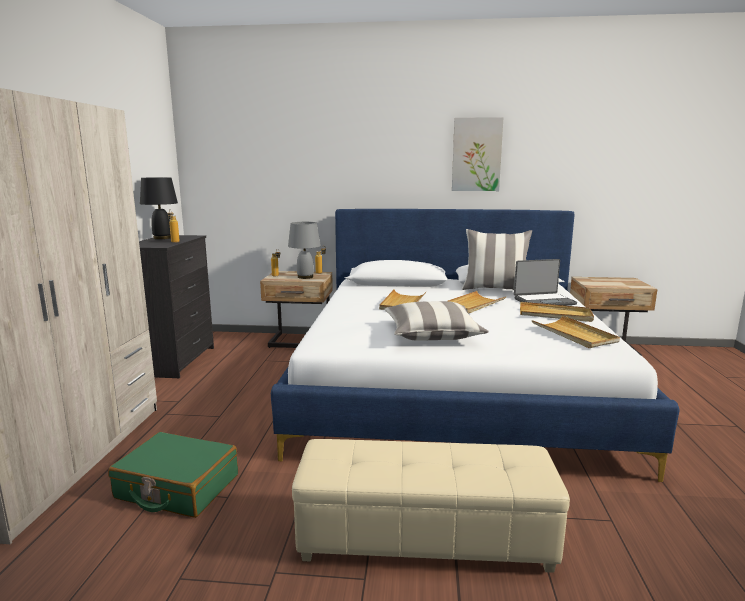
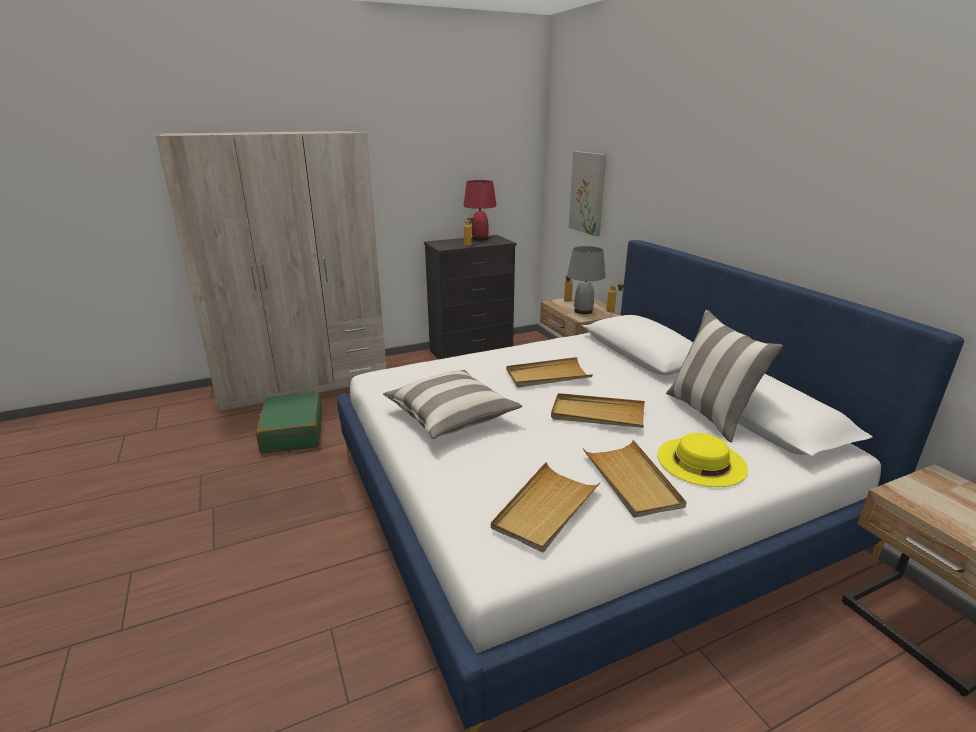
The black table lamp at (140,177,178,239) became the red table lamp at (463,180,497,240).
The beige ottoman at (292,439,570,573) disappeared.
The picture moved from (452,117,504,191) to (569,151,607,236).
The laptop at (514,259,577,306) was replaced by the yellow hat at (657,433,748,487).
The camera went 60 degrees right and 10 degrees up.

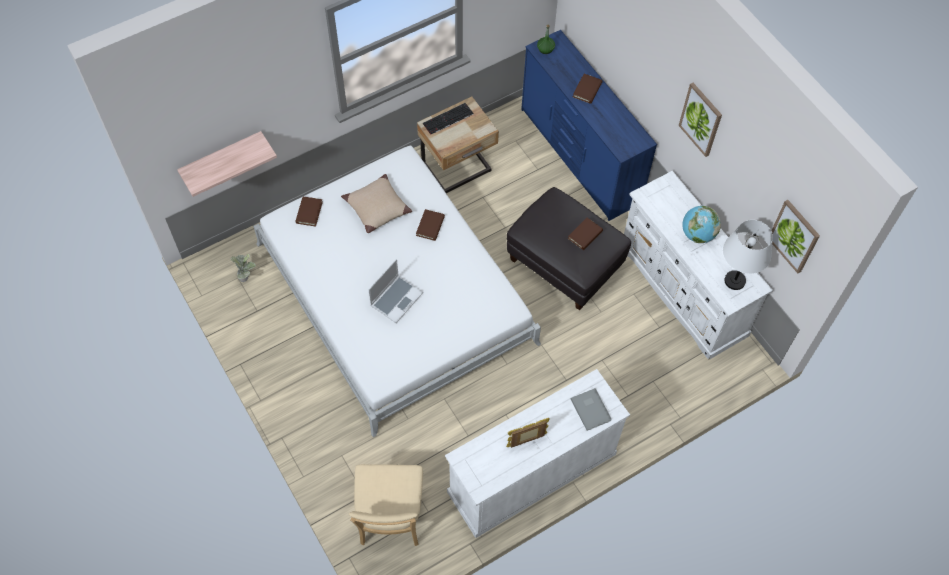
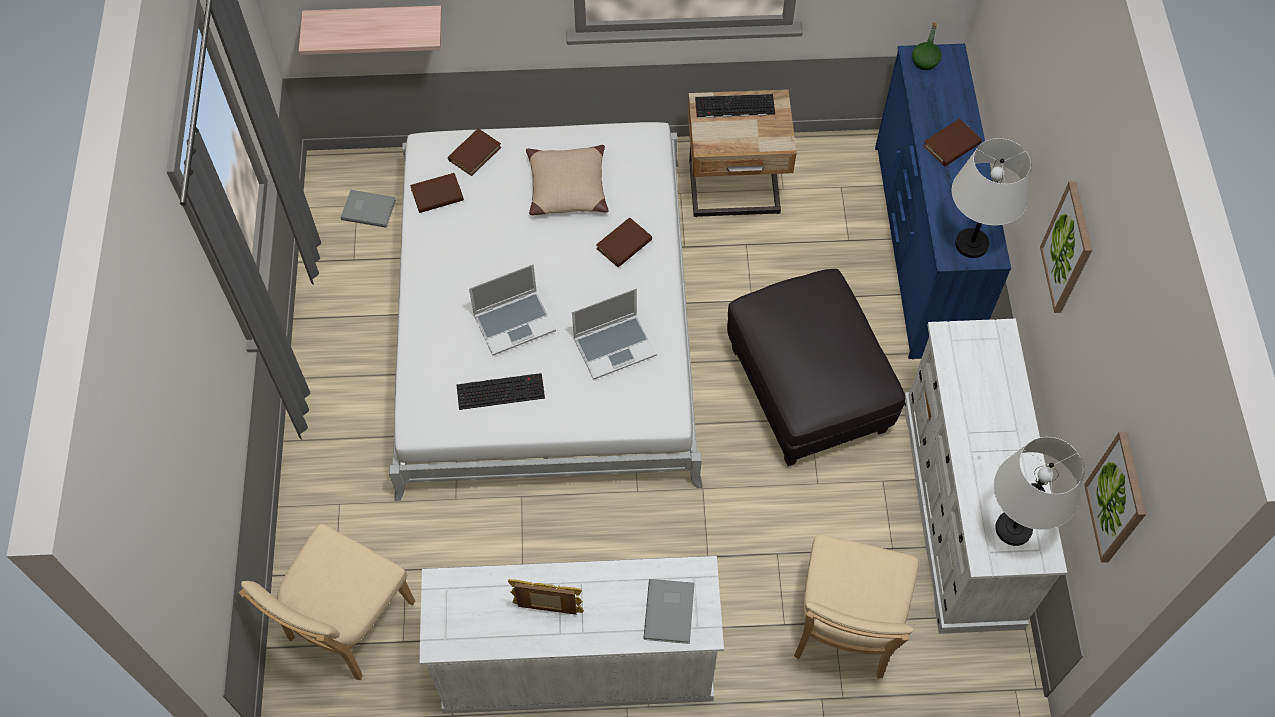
The potted plant at (230,254,256,282) was replaced by the grey book at (341,190,396,228).
The brown book moved from (568,218,603,250) to (410,173,464,213).
The globe at (682,206,721,243) disappeared.
The keyboard at (457,373,545,410) appeared.
The laptop at (572,288,657,380) appeared.
The beige chair at (794,534,919,679) appeared.
The white table lamp at (952,138,1031,258) appeared.
The camera went 30 degrees right and 0 degrees up.

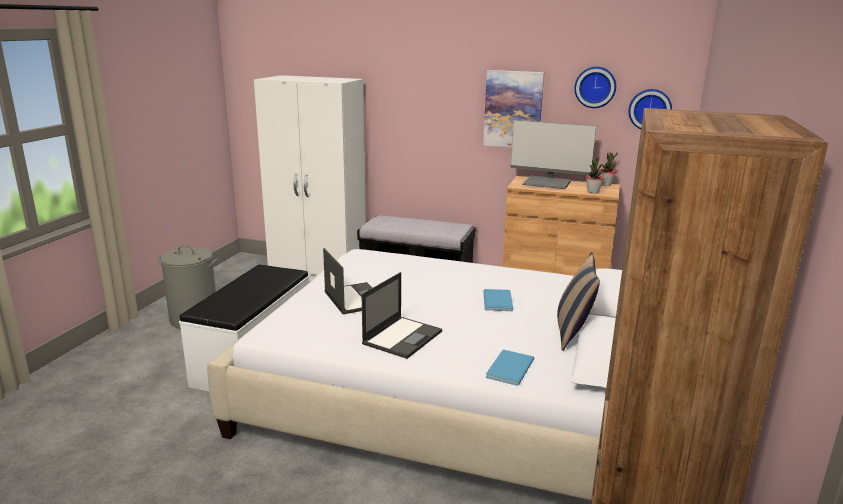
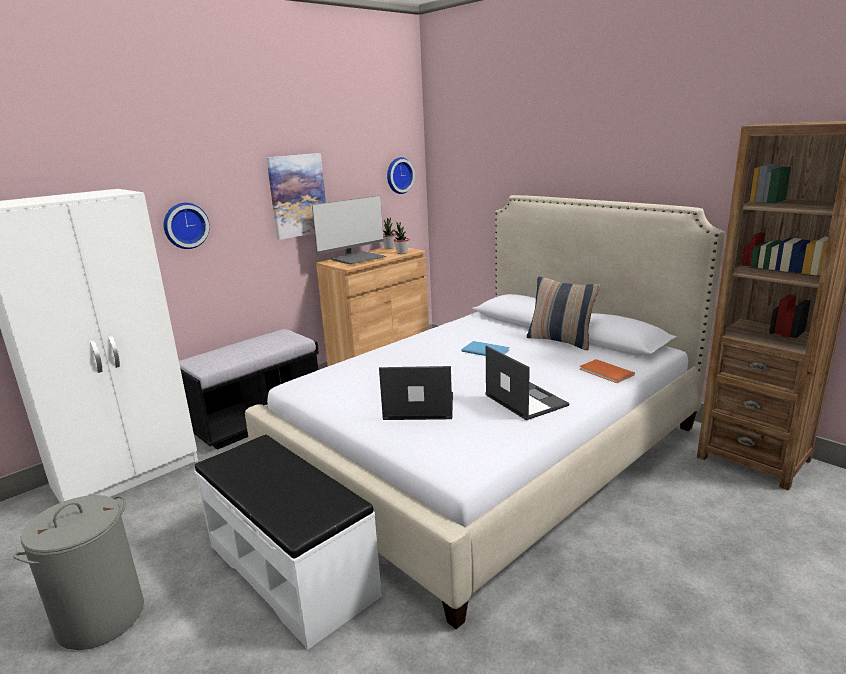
The blue book at (486,350,534,386) became the orange book at (580,359,635,383).
The wall clock moved from (574,67,616,108) to (164,203,210,249).
The camera went 60 degrees left and 0 degrees up.

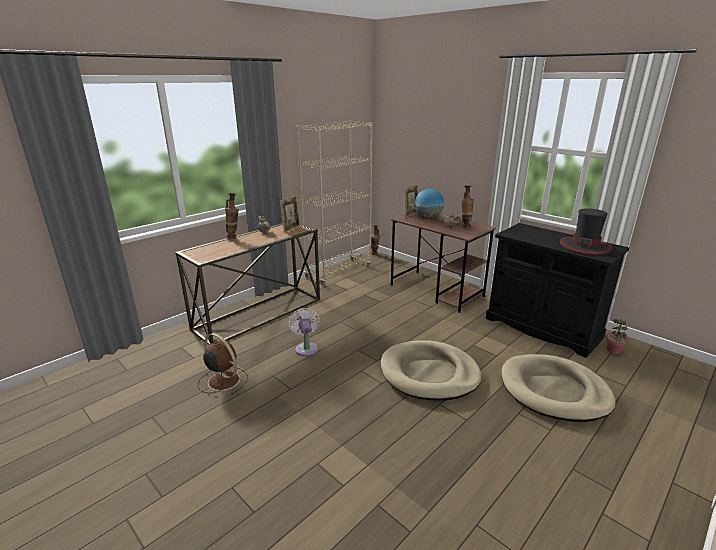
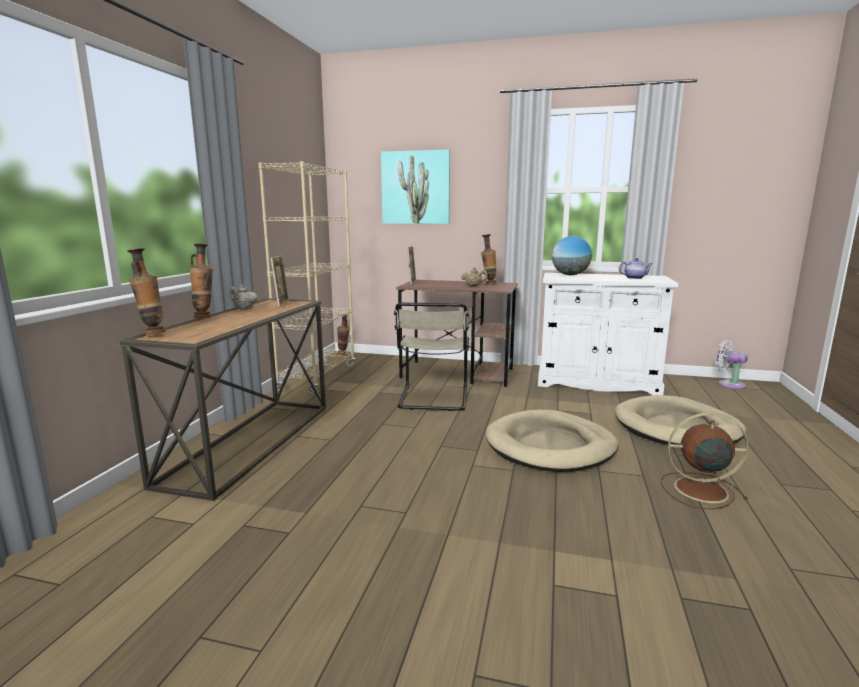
The brown fan moved from (198,333,248,395) to (661,413,748,510).
The white fan moved from (289,308,319,356) to (715,340,748,389).
The globe moved from (414,189,444,219) to (552,236,592,275).
The black cabinet at (486,223,629,358) became the white cabinet at (538,273,678,395).
The hat at (560,208,613,255) was replaced by the teapot at (619,258,653,279).
The potted plant at (606,319,628,354) disappeared.
The vase at (127,248,166,336) appeared.
The picture at (381,150,450,224) appeared.
The beige chair at (394,303,469,411) appeared.
The camera went 30 degrees left and 10 degrees down.

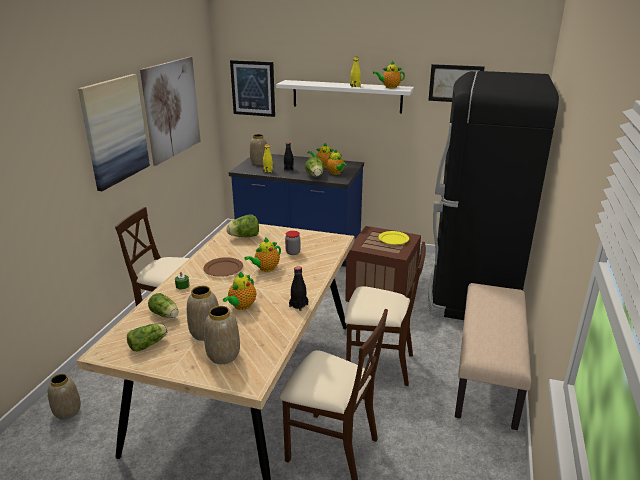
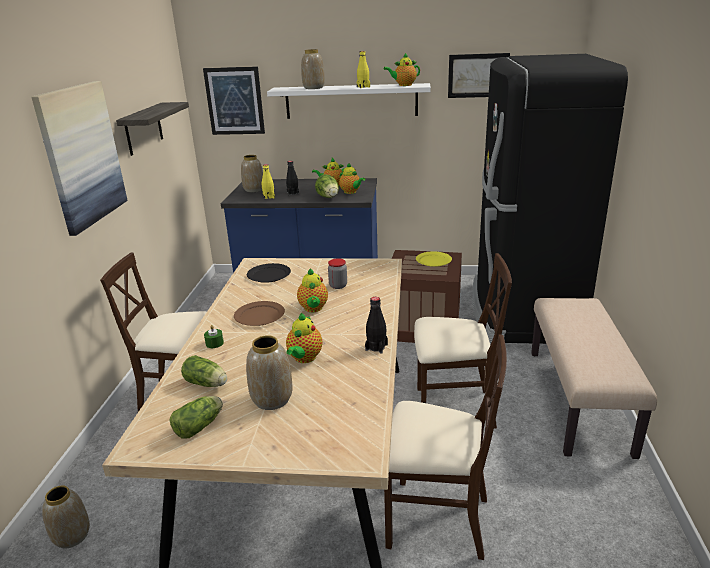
The picture at (140,57,201,166) was replaced by the shelf at (116,102,189,156).
The vase moved from (204,306,240,364) to (301,49,325,89).
The lettuce at (226,214,259,237) was replaced by the black plate at (247,263,291,283).
The teapot at (244,237,281,272) turned 45 degrees counterclockwise.
The camera went 10 degrees left and 0 degrees up.

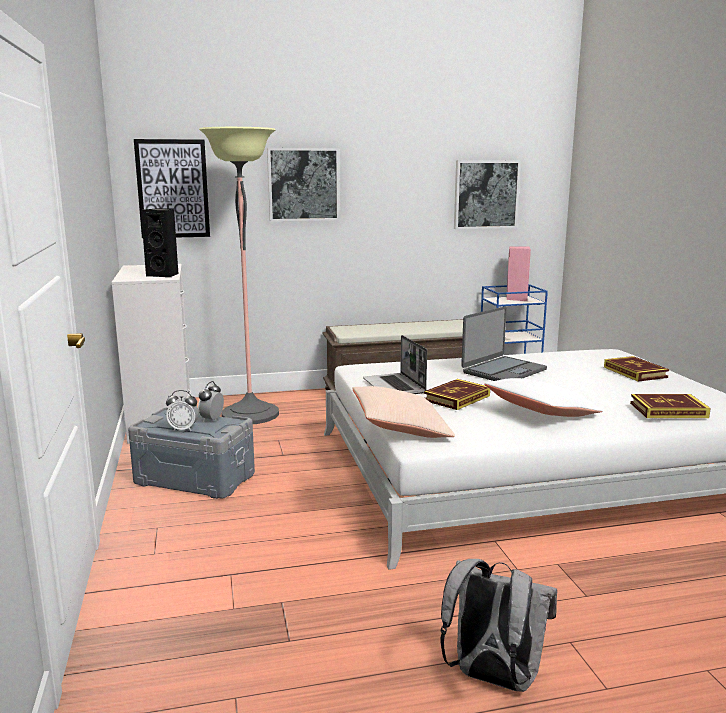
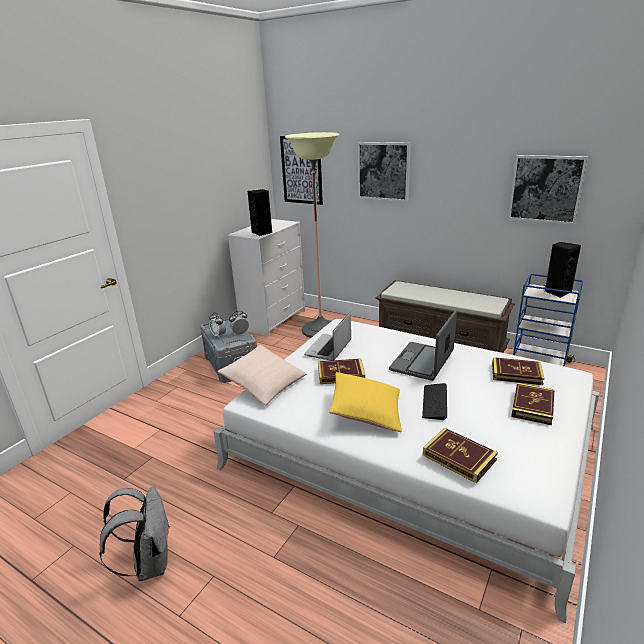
The laptop at (461,306,547,381) turned 120 degrees clockwise.
The white pillow at (484,378,603,417) became the yellow pillow at (329,372,402,432).
The pink speaker at (506,246,531,301) became the black speaker at (545,242,581,298).
The keyboard at (422,383,447,420) appeared.
The book at (492,357,544,385) appeared.
The camera went 45 degrees right and 10 degrees up.

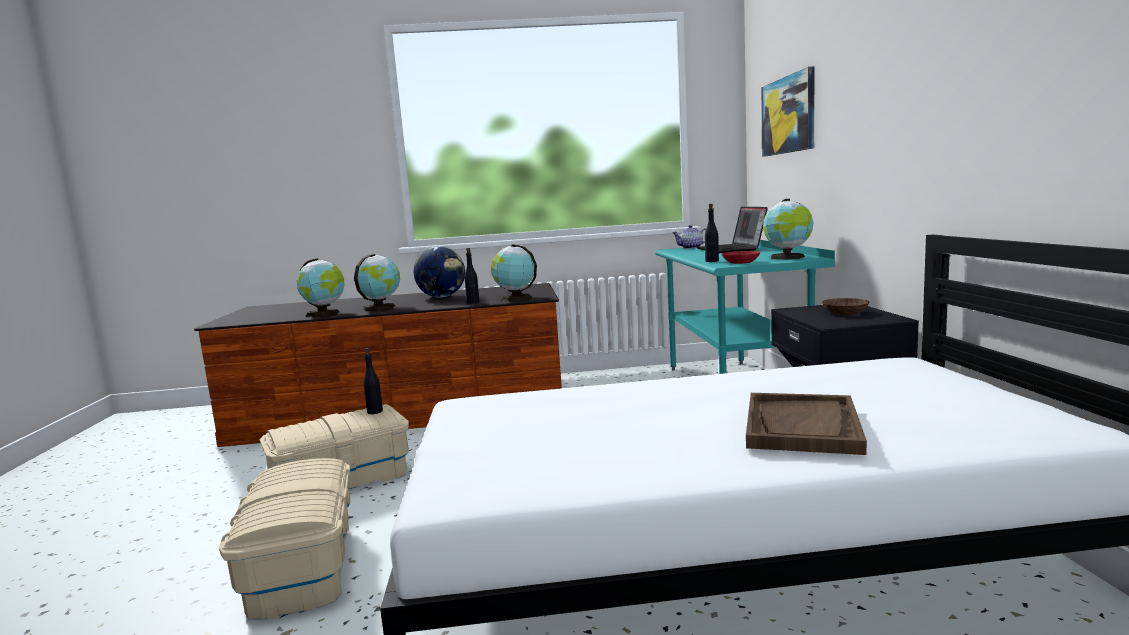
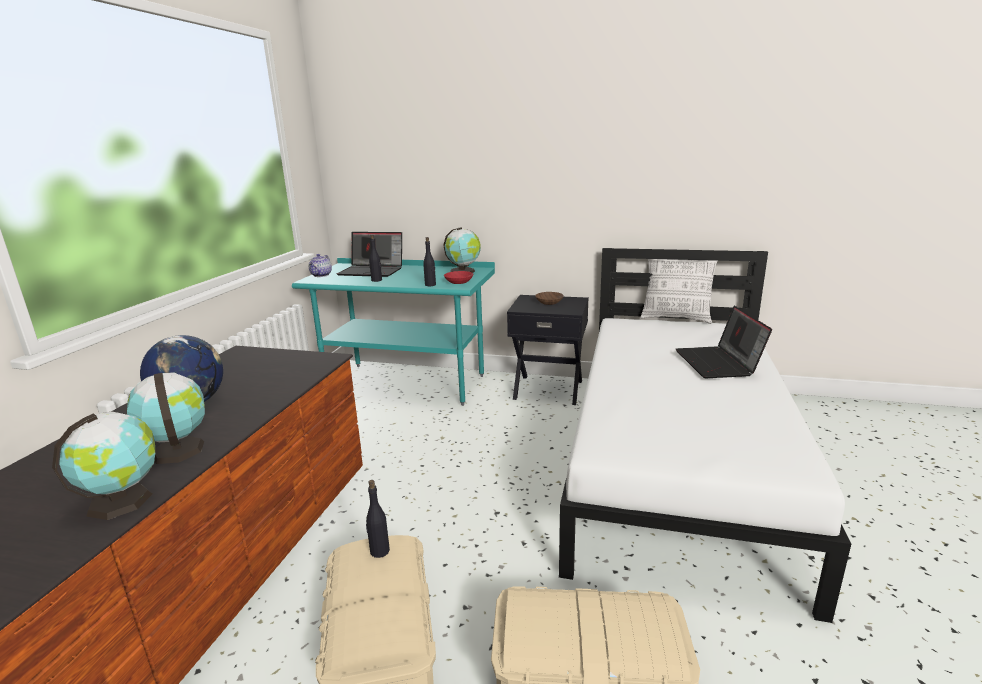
The black bottle moved from (465,248,480,304) to (369,234,382,282).
The globe at (491,244,537,301) disappeared.
The brown tray at (746,393,867,455) was replaced by the laptop at (676,306,772,378).
The picture at (761,66,814,157) disappeared.
The pillow at (641,259,718,324) appeared.
The camera went 70 degrees left and 10 degrees up.

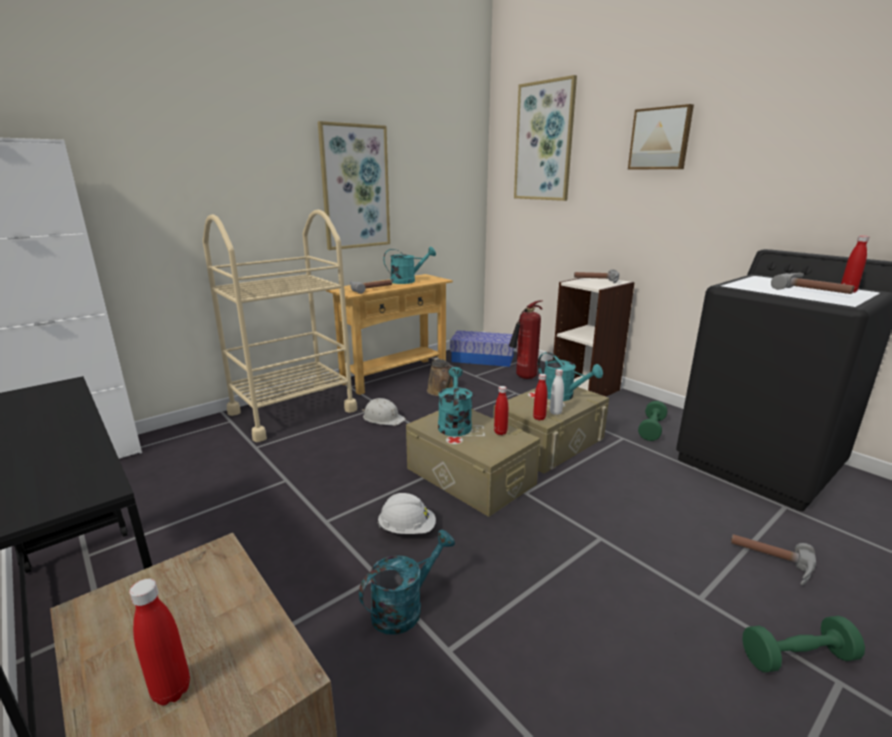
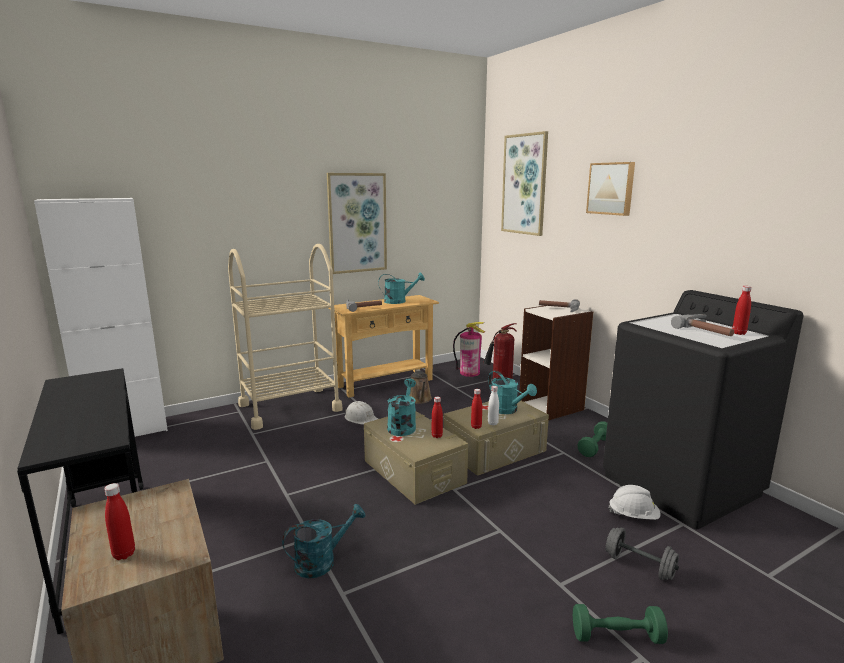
The white hard hat moved from (377,493,436,534) to (608,485,661,520).
The storage box at (450,330,514,367) was replaced by the fire extinguisher at (453,322,485,377).
The hammer at (731,534,816,586) was replaced by the grey dumbbell at (606,527,679,580).
The camera went 10 degrees right and 5 degrees down.

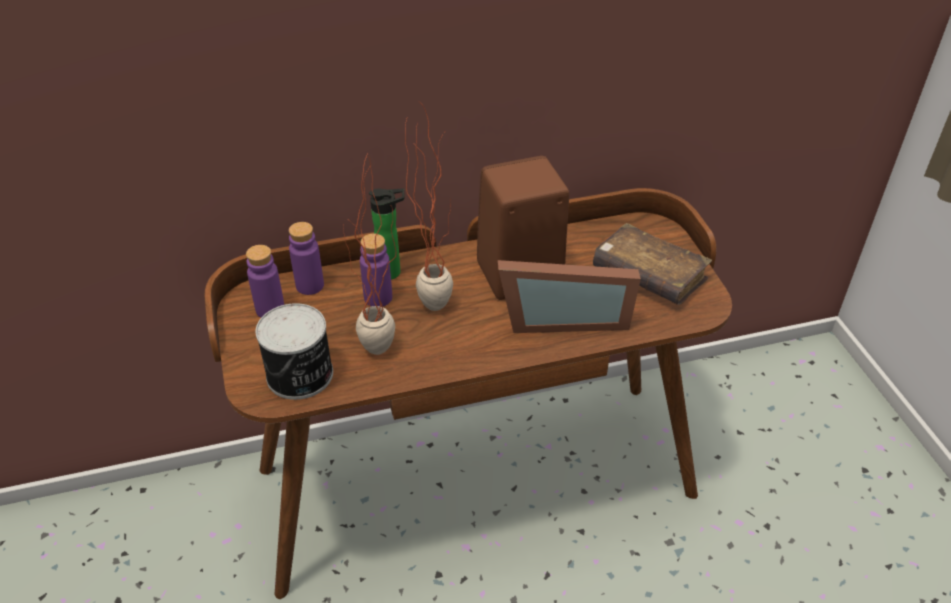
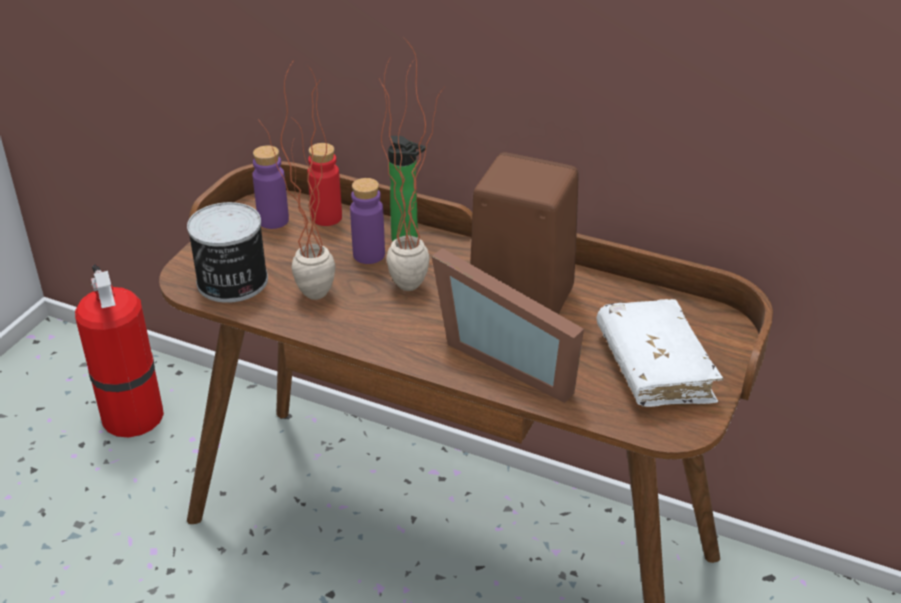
The purple bottle at (289,222,324,295) became the red bottle at (307,143,342,226).
The brown book at (593,223,712,305) became the white book at (596,299,723,407).
The fire extinguisher at (75,264,164,437) appeared.
The camera went 40 degrees right and 5 degrees down.

